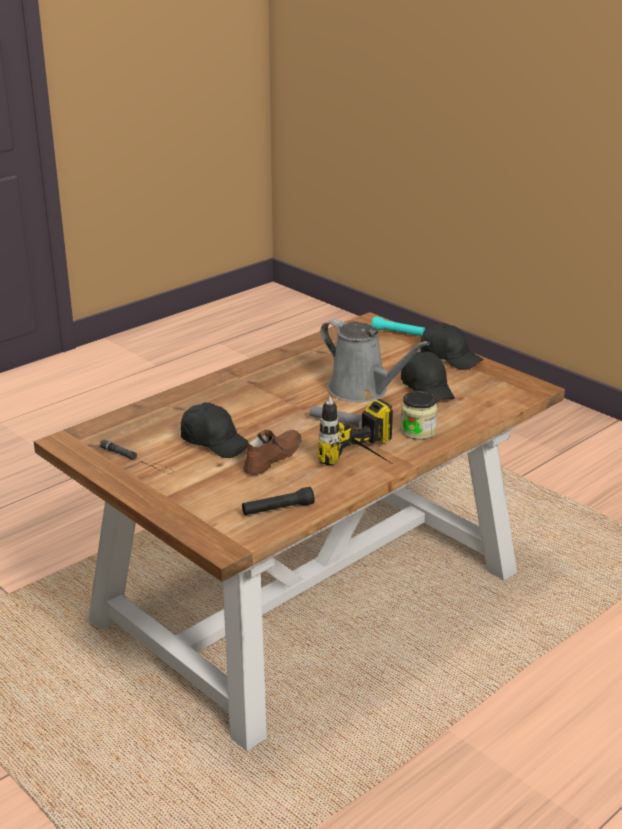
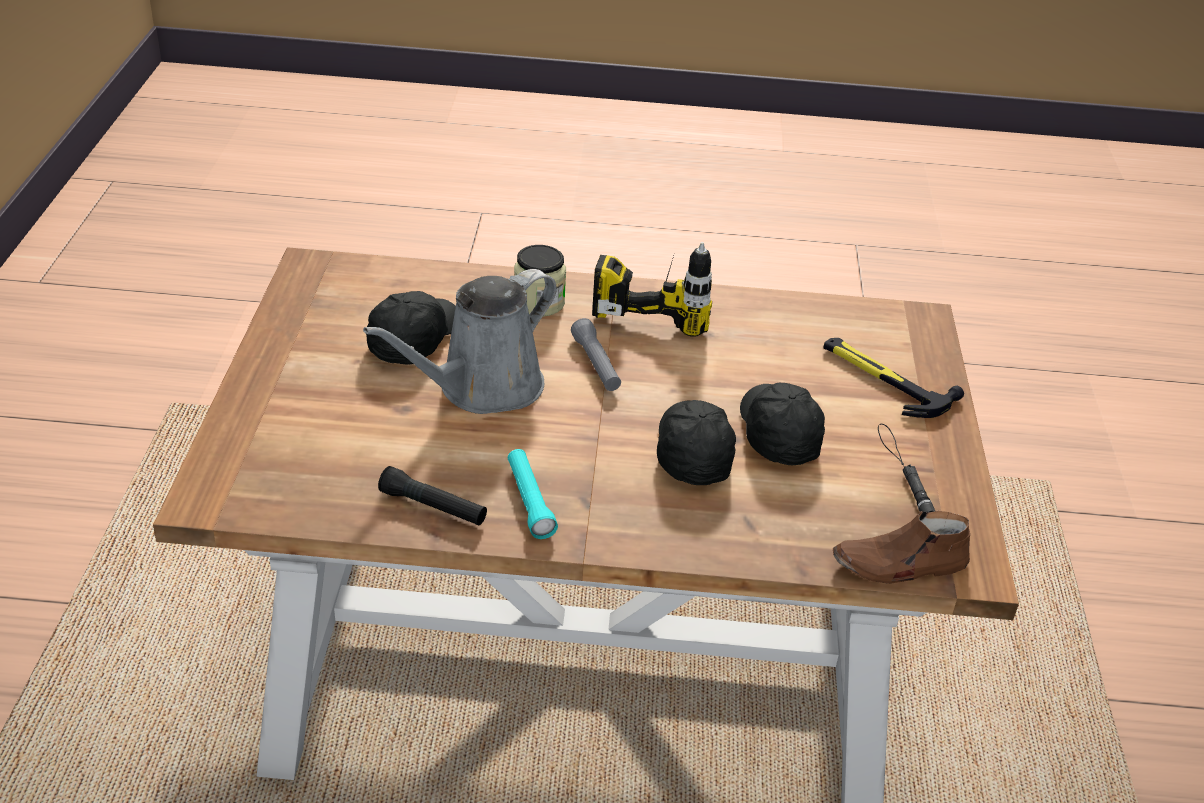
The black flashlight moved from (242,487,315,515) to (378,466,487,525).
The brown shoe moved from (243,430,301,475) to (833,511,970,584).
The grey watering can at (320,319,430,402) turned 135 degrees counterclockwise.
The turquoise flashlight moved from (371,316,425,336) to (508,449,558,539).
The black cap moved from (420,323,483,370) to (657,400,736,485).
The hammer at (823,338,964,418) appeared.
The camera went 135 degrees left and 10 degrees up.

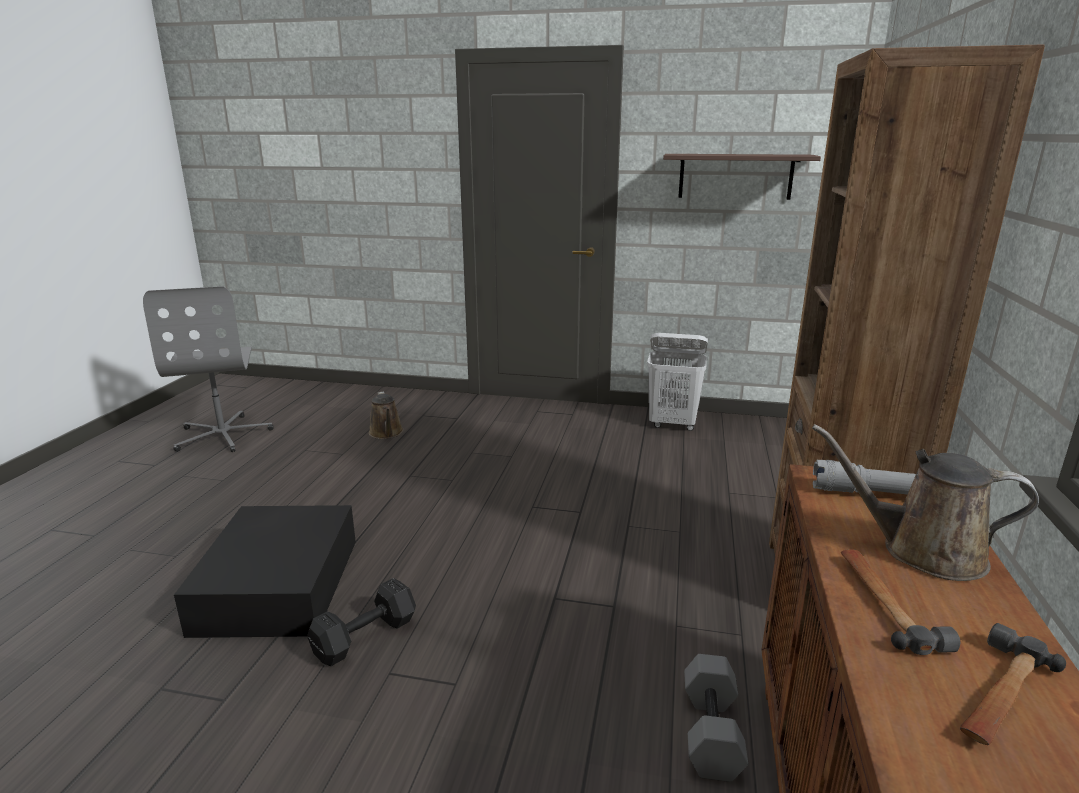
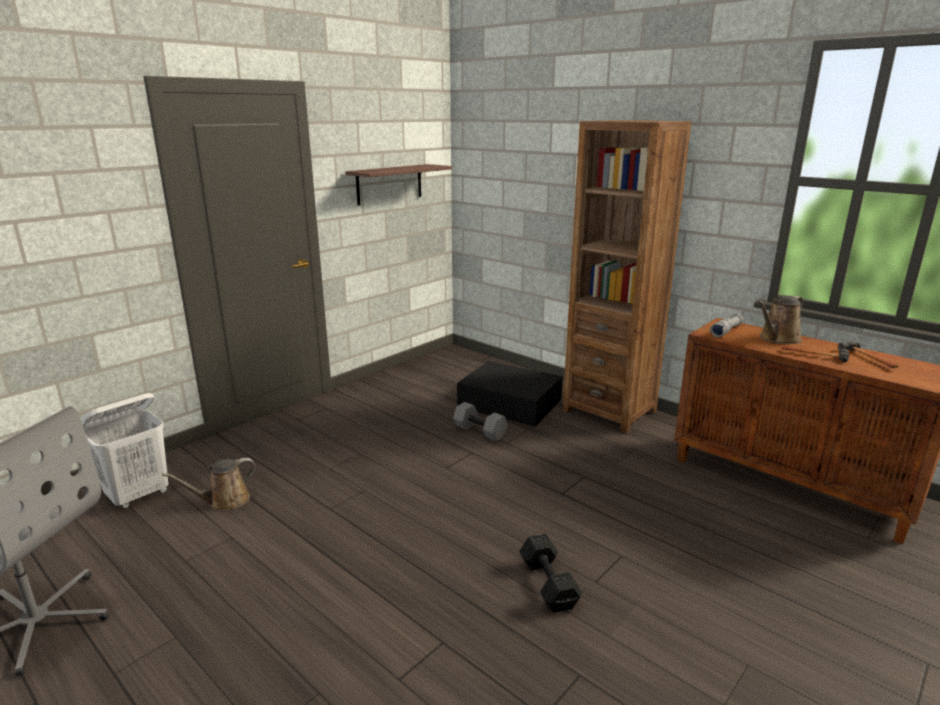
The black storage box moved from (174,505,356,638) to (457,361,563,426).
The brown watering can at (369,391,404,439) turned 135 degrees clockwise.
The white laundry basket moved from (647,333,708,431) to (81,393,168,509).
The grey dumbbell moved from (684,654,748,782) to (453,402,508,441).
The camera went 60 degrees left and 0 degrees up.

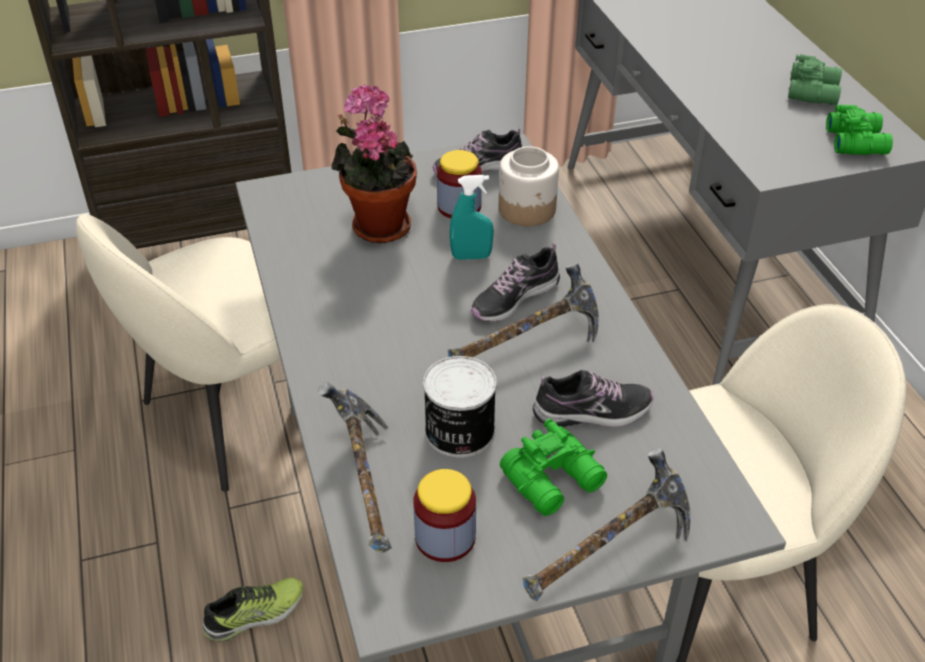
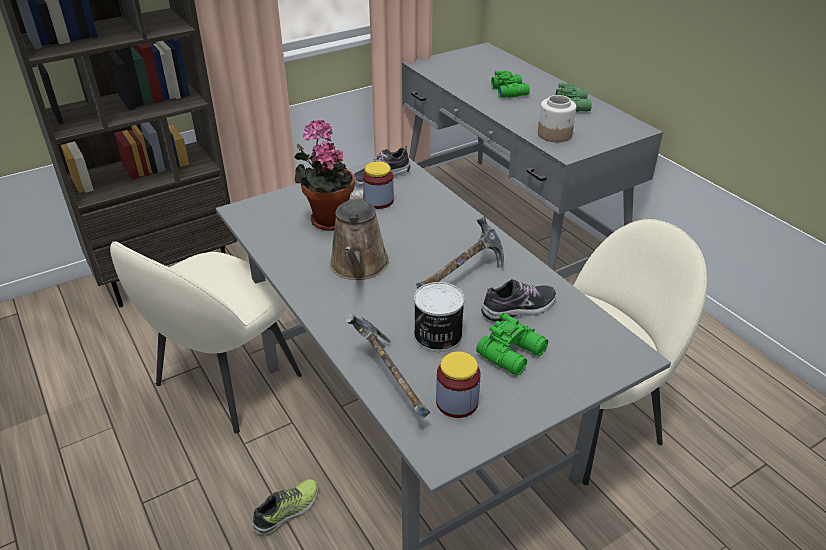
The turquoise spray bottle at (450,175,494,260) disappeared.
The shoe at (471,243,560,322) disappeared.
The jar moved from (499,146,559,226) to (538,95,576,142).
The hammer at (523,448,691,601) disappeared.
The green binoculars moved from (826,104,893,155) to (491,70,530,98).
The brown watering can at (330,190,389,280) appeared.
The camera went 15 degrees left and 5 degrees down.

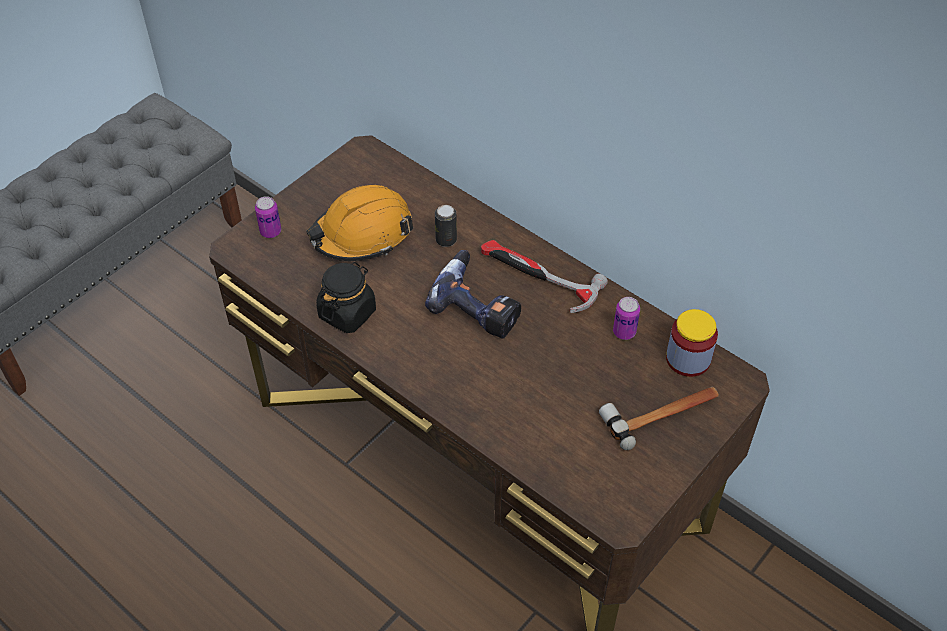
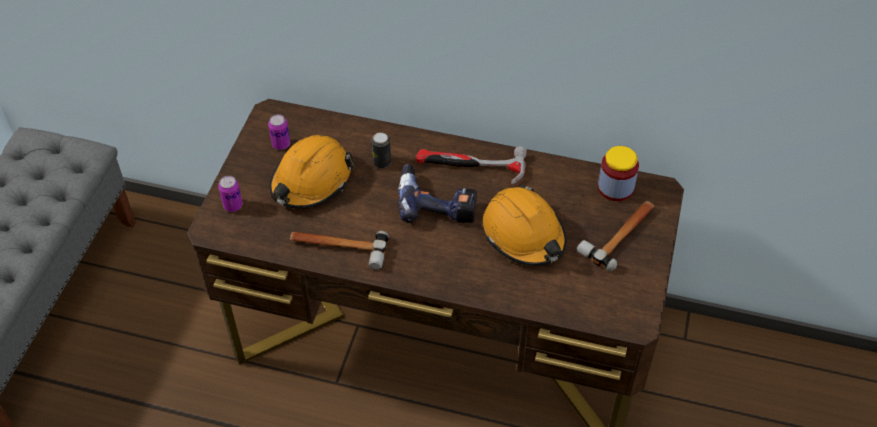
The black jar at (316,262,376,333) was replaced by the hammer at (290,231,389,270).
The can moved from (613,297,640,340) to (268,114,290,150).
The orange hard hat at (483,185,567,266) appeared.
The camera went 25 degrees left and 0 degrees up.

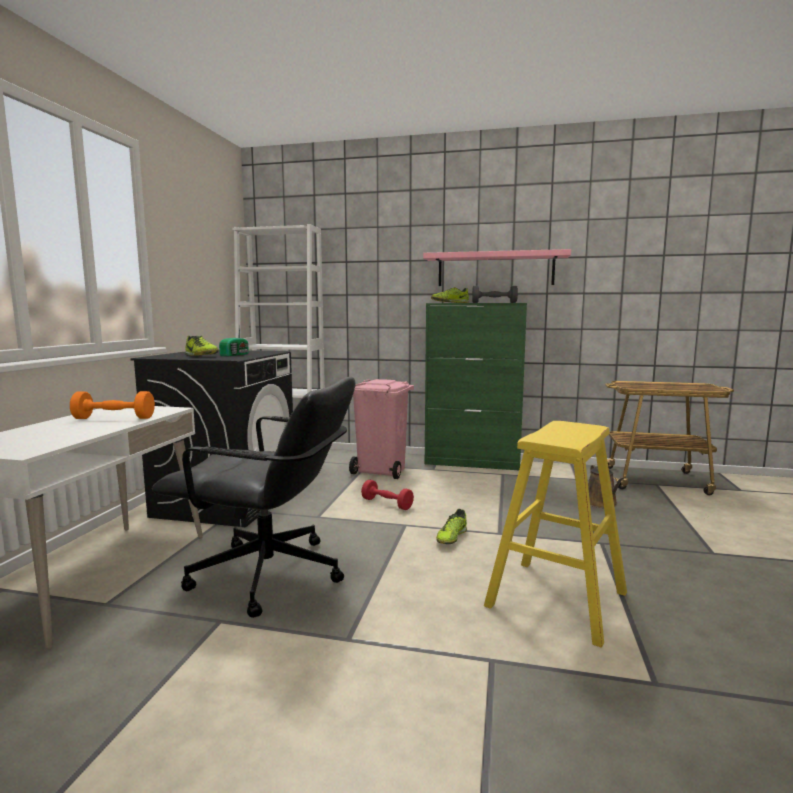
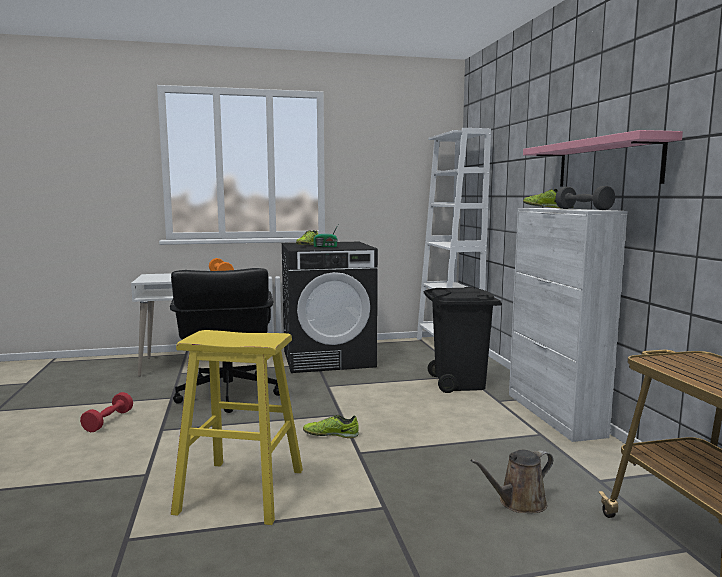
The pink trash can at (349,379,414,479) became the black trash can at (424,287,502,393).
The red dumbbell moved from (361,480,414,510) to (80,392,133,432).
The green cabinet at (425,303,527,470) became the white cabinet at (509,208,628,442).
The camera went 65 degrees right and 0 degrees up.

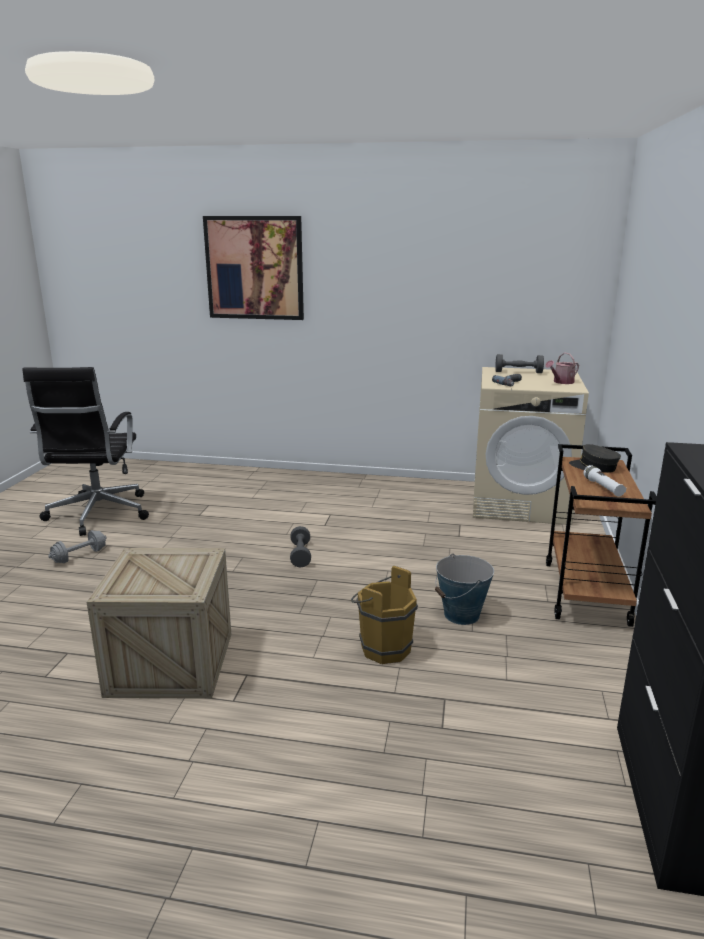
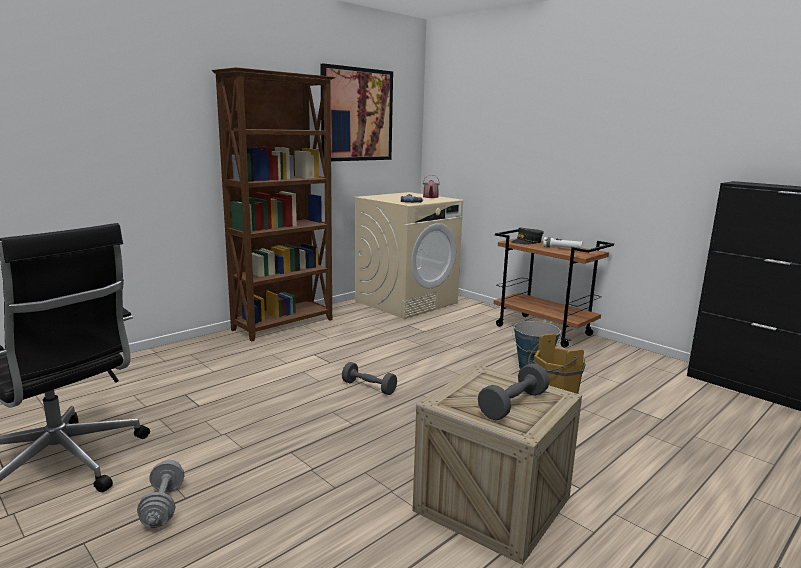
The picture moved from (203,216,304,320) to (320,63,393,161).
The grey dumbbell moved from (495,354,544,373) to (478,363,549,420).
The brown bookcase at (212,67,335,342) appeared.
The camera went 55 degrees left and 5 degrees down.

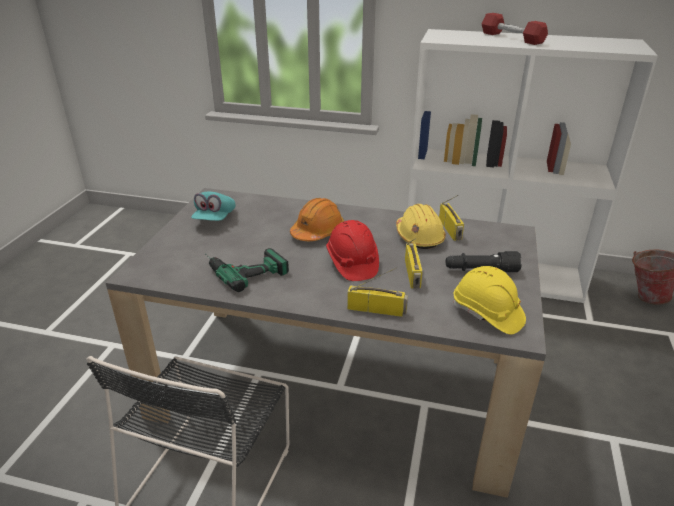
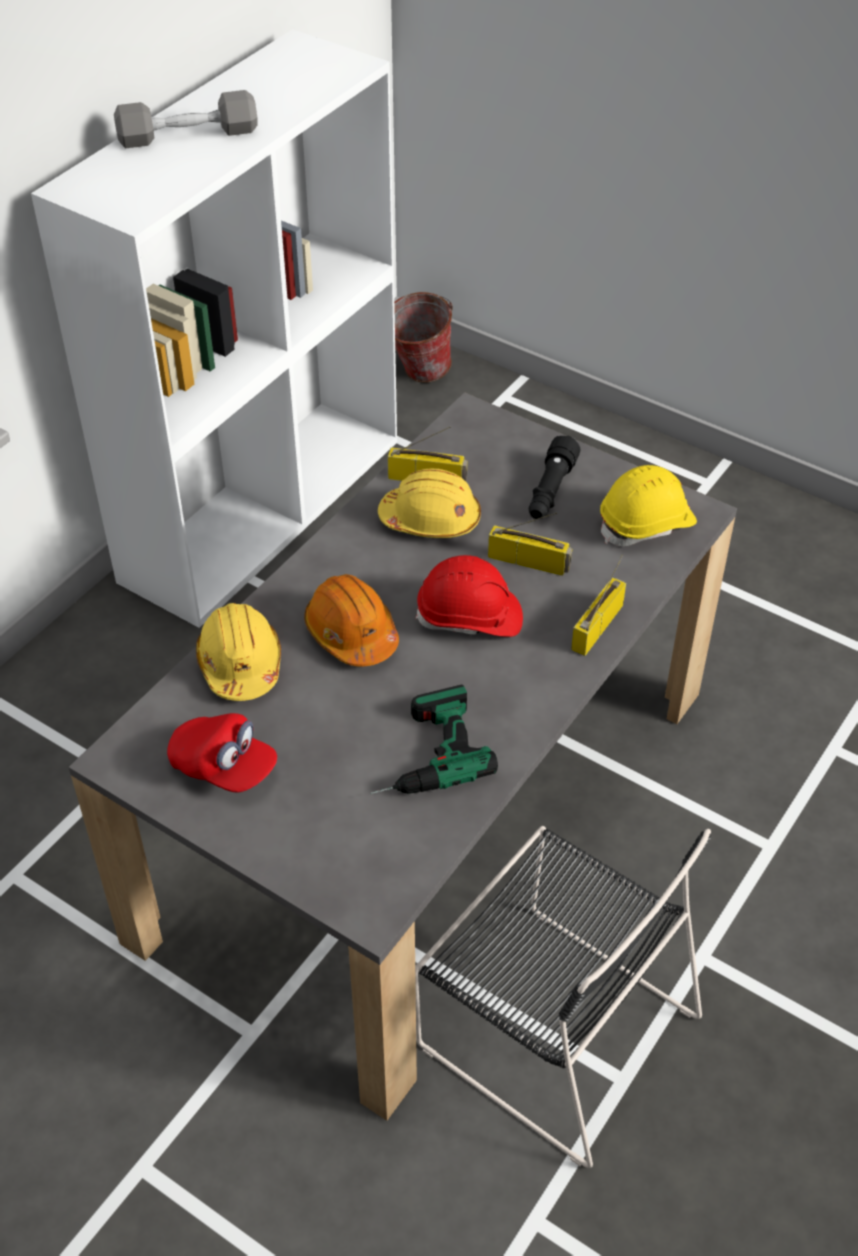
The turquoise cap at (191,192,235,221) became the red cap at (167,713,277,793).
The red dumbbell at (482,13,548,45) became the grey dumbbell at (114,90,257,148).
The yellow hard hat at (196,603,281,701) appeared.
The camera went 70 degrees left and 15 degrees up.

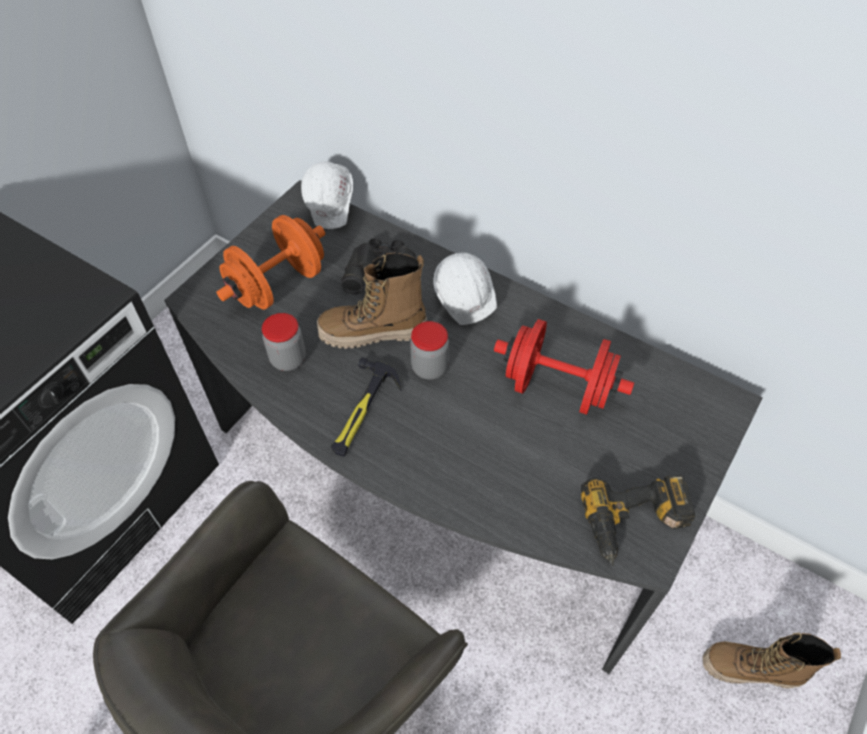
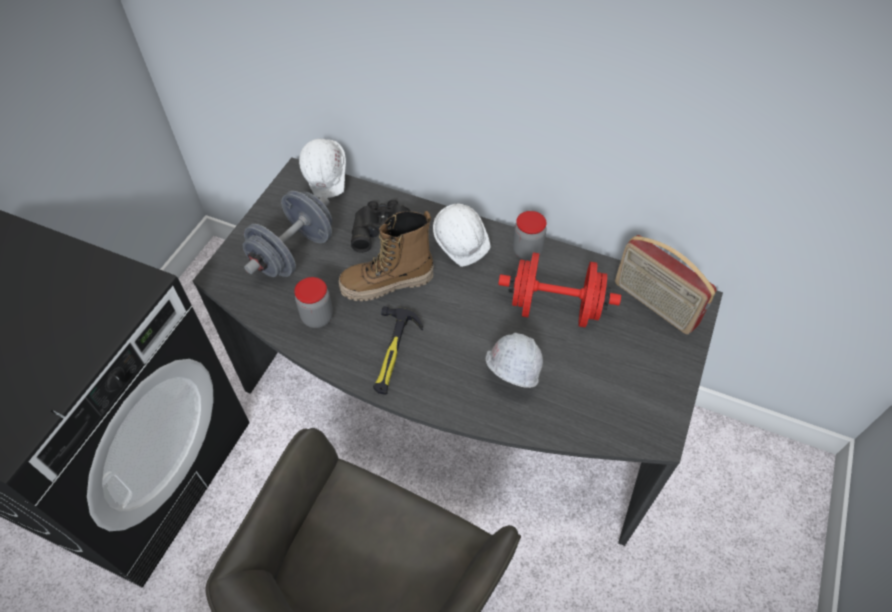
The orange dumbbell at (216,215,325,310) became the grey dumbbell at (243,191,332,277).
The jar moved from (410,321,449,380) to (513,211,547,260).
The power drill at (581,475,695,565) disappeared.
The boot at (702,632,841,688) disappeared.
The white hard hat at (485,333,543,388) appeared.
The radio at (615,235,717,334) appeared.
The camera went 10 degrees left and 0 degrees up.

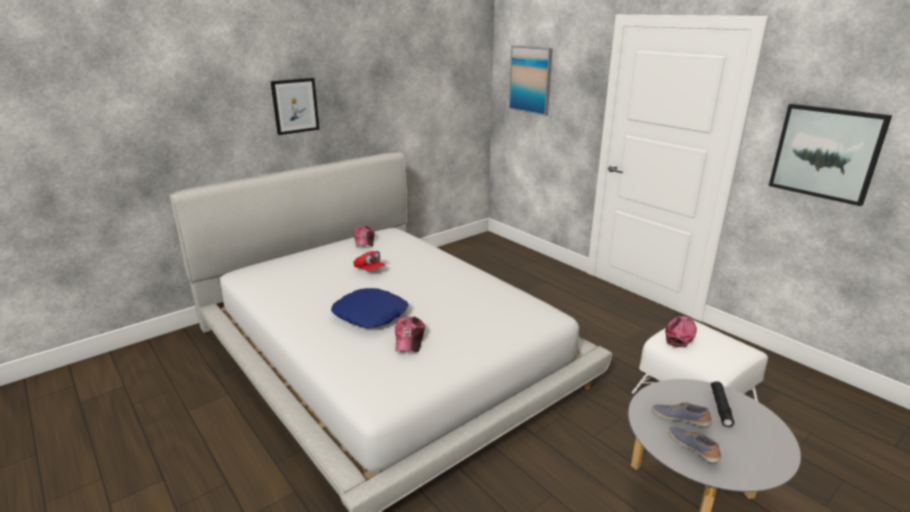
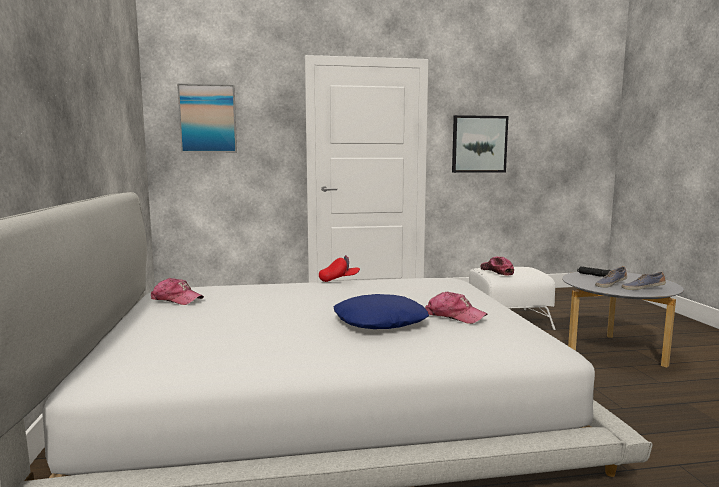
The picture at (270,78,320,135) disappeared.
The red cap moved from (354,251,385,271) to (319,255,360,282).
The camera went 60 degrees left and 15 degrees down.

